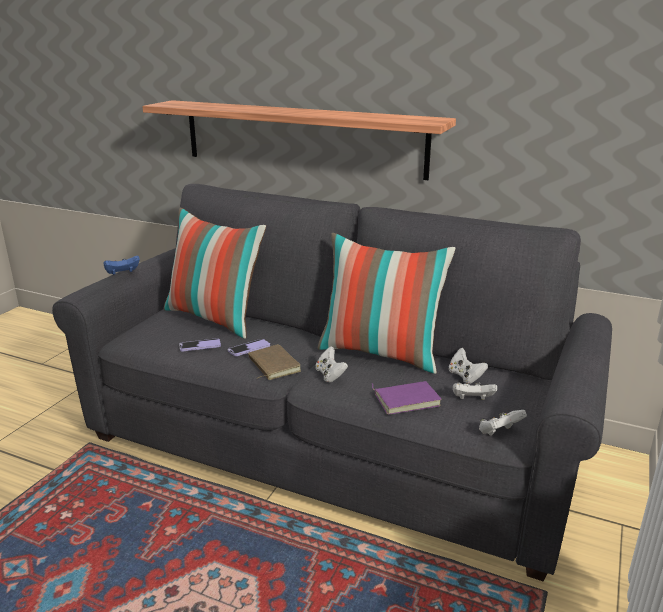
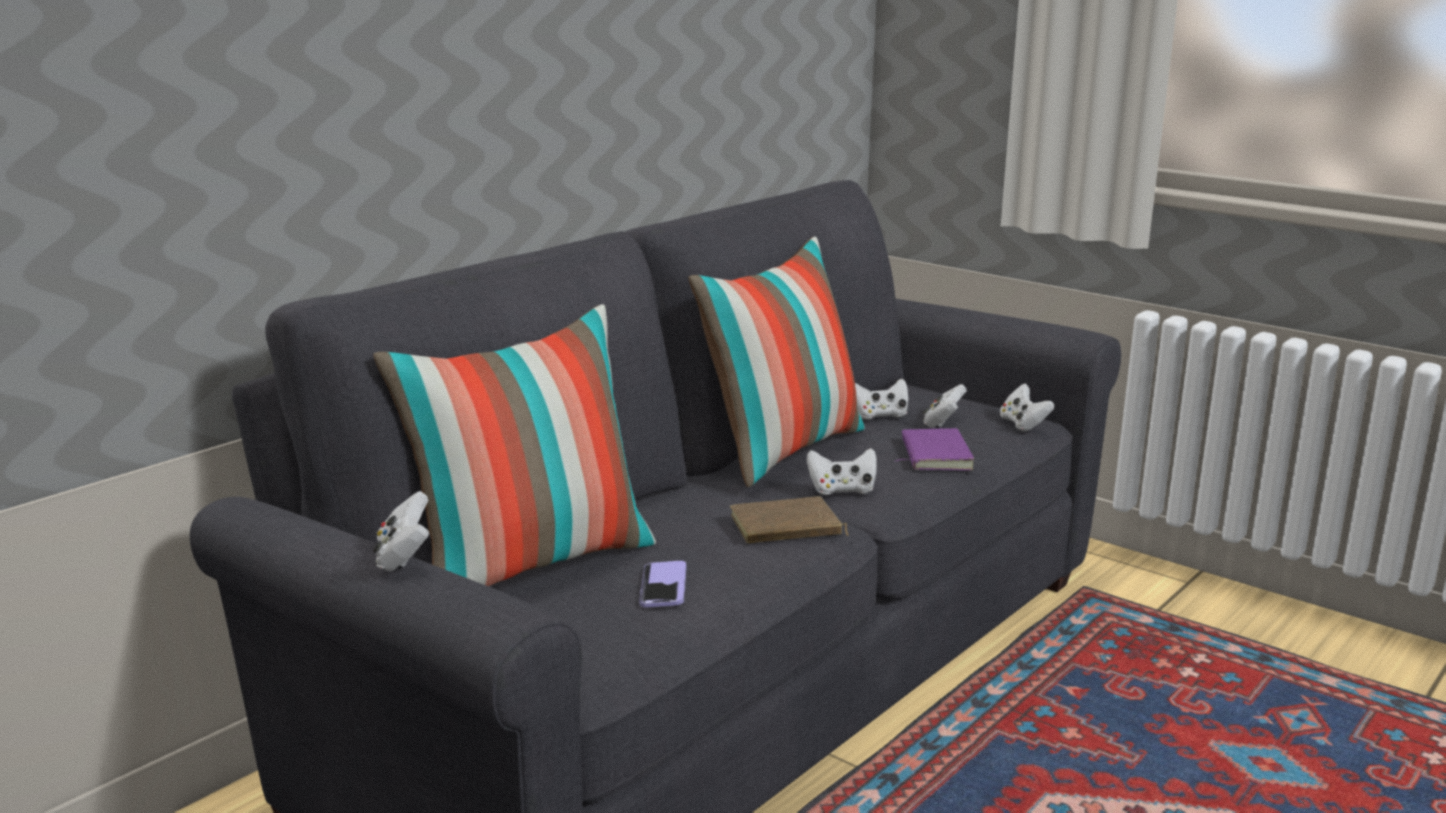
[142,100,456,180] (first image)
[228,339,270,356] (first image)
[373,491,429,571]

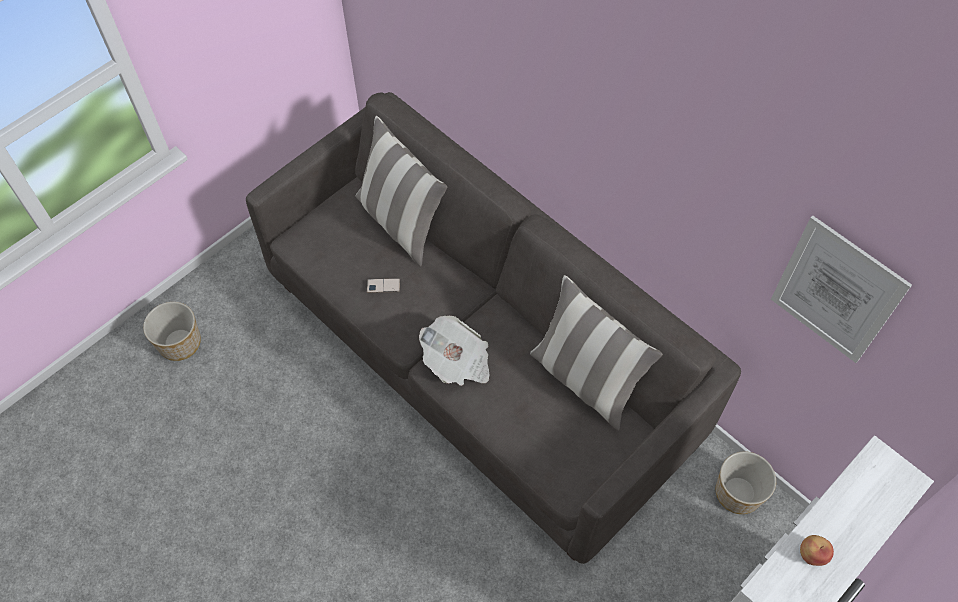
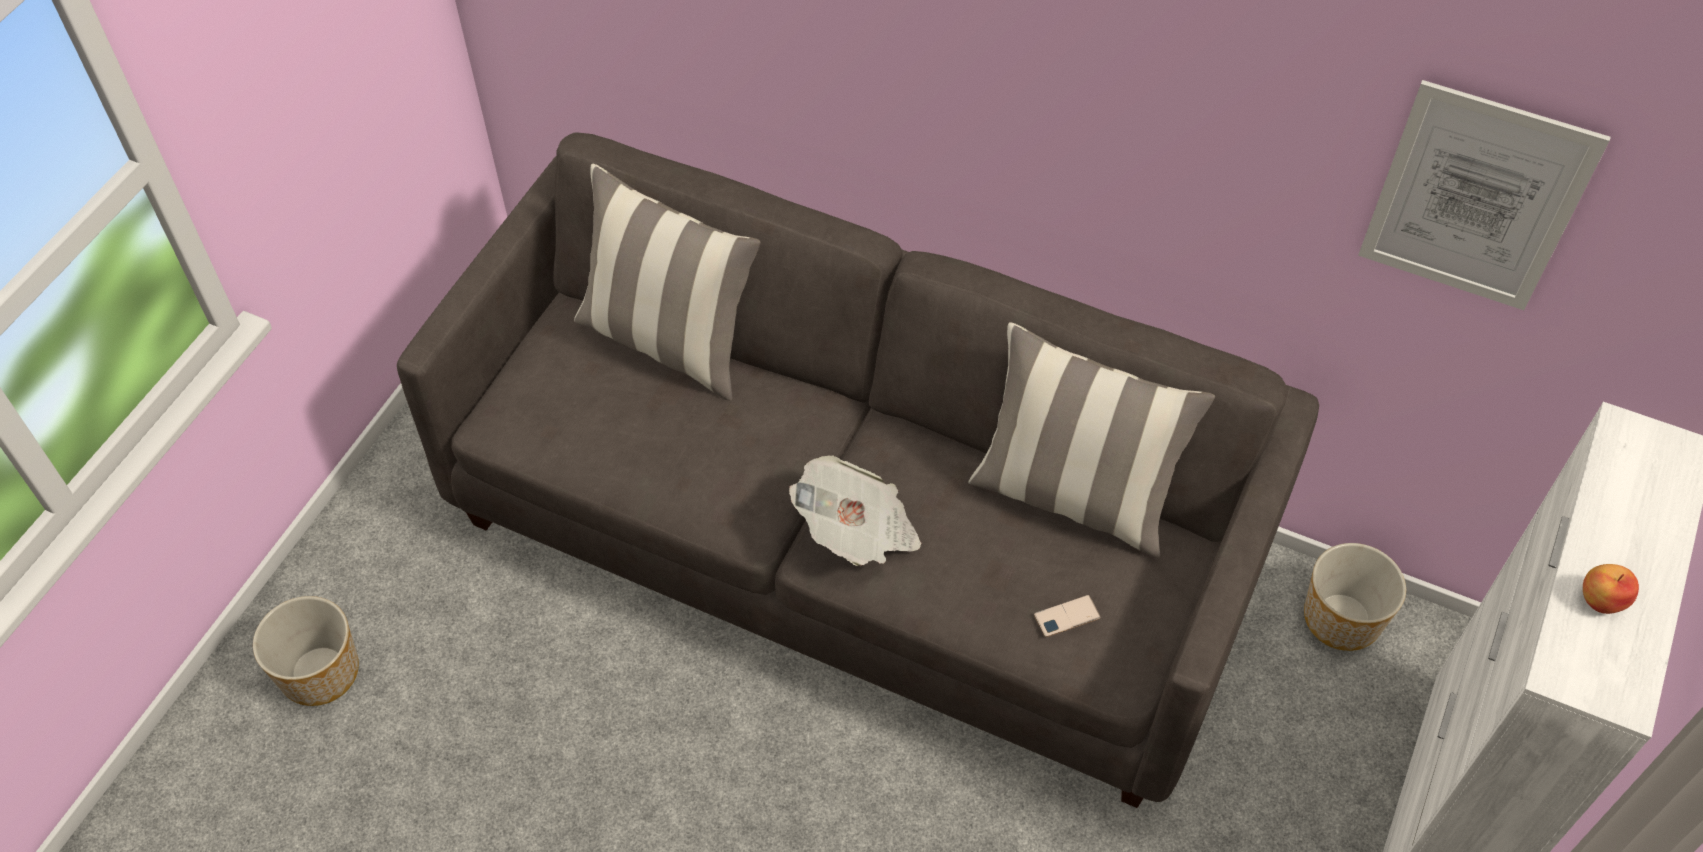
[1034,595,1101,637]

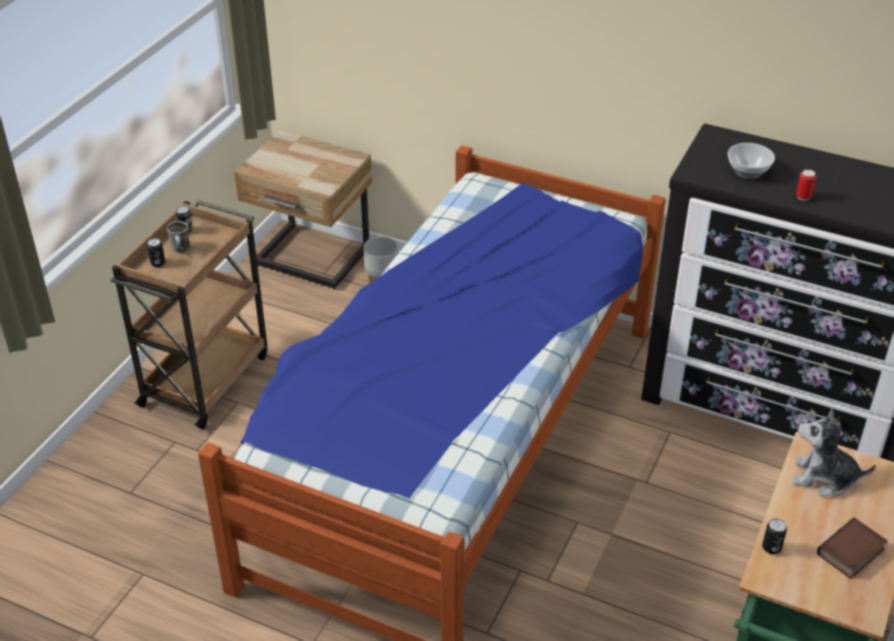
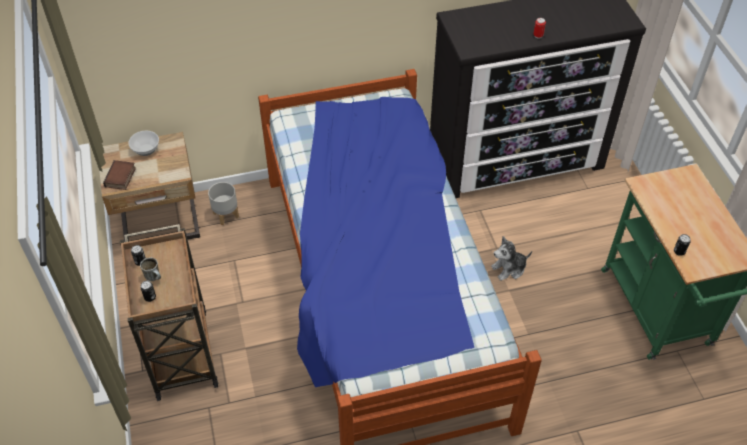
[128,131,159,156]
[491,236,532,281]
[103,160,136,190]

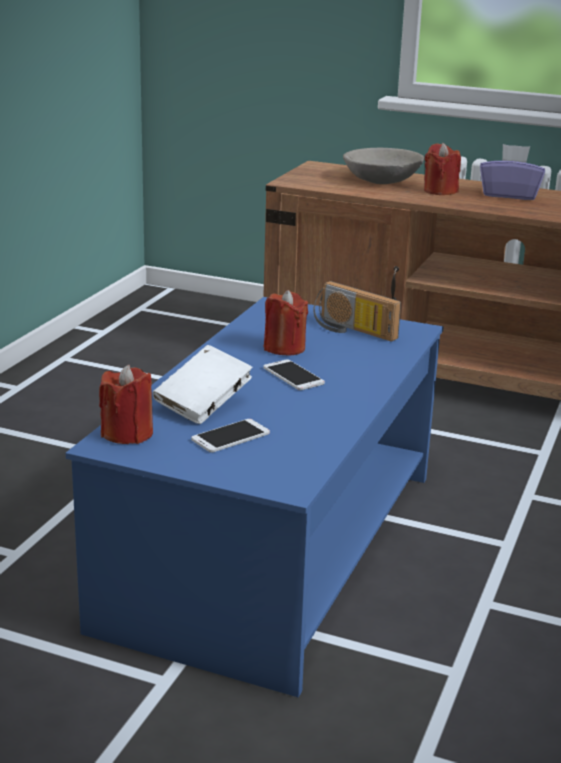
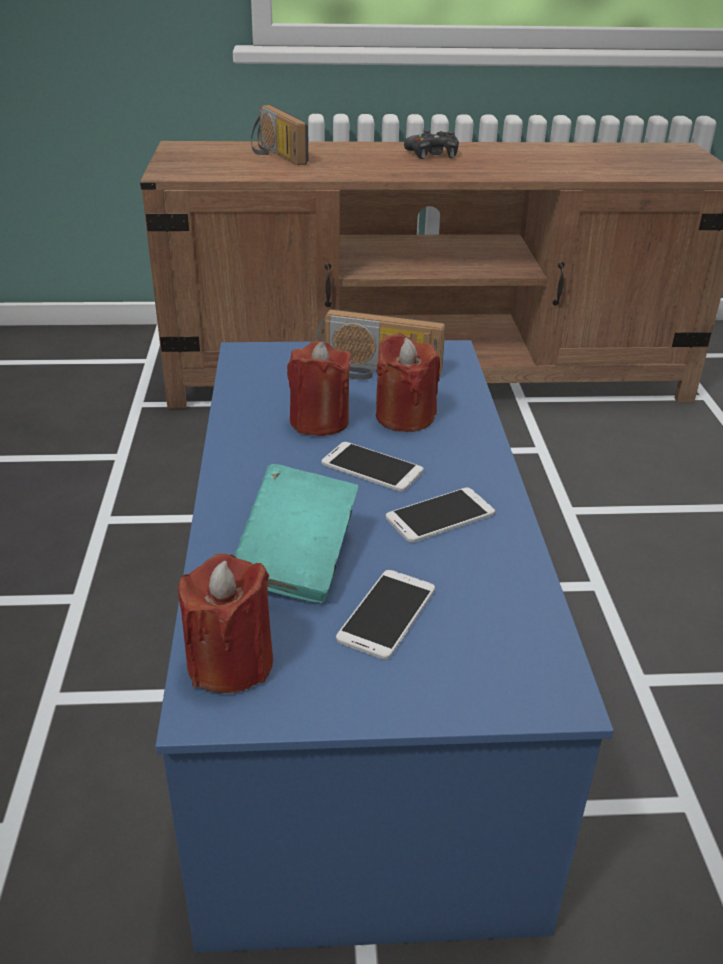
[386,487,495,543]
[376,333,440,432]
[251,105,308,166]
[404,130,459,159]
[234,464,358,603]

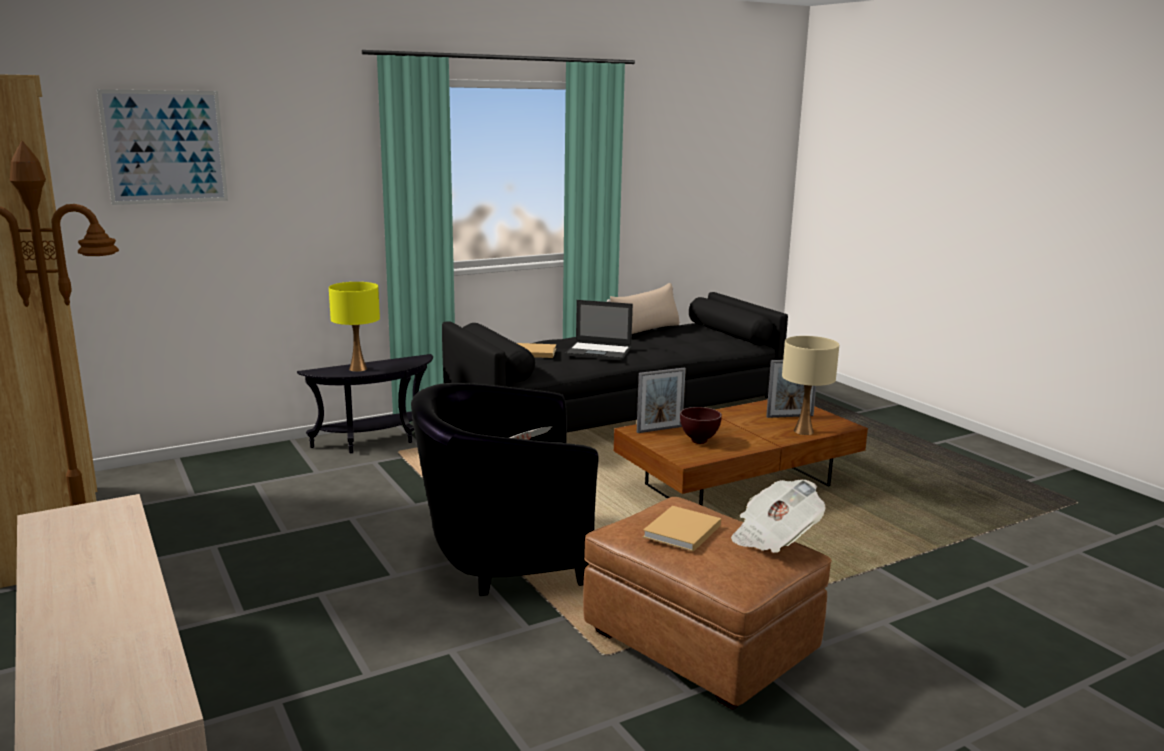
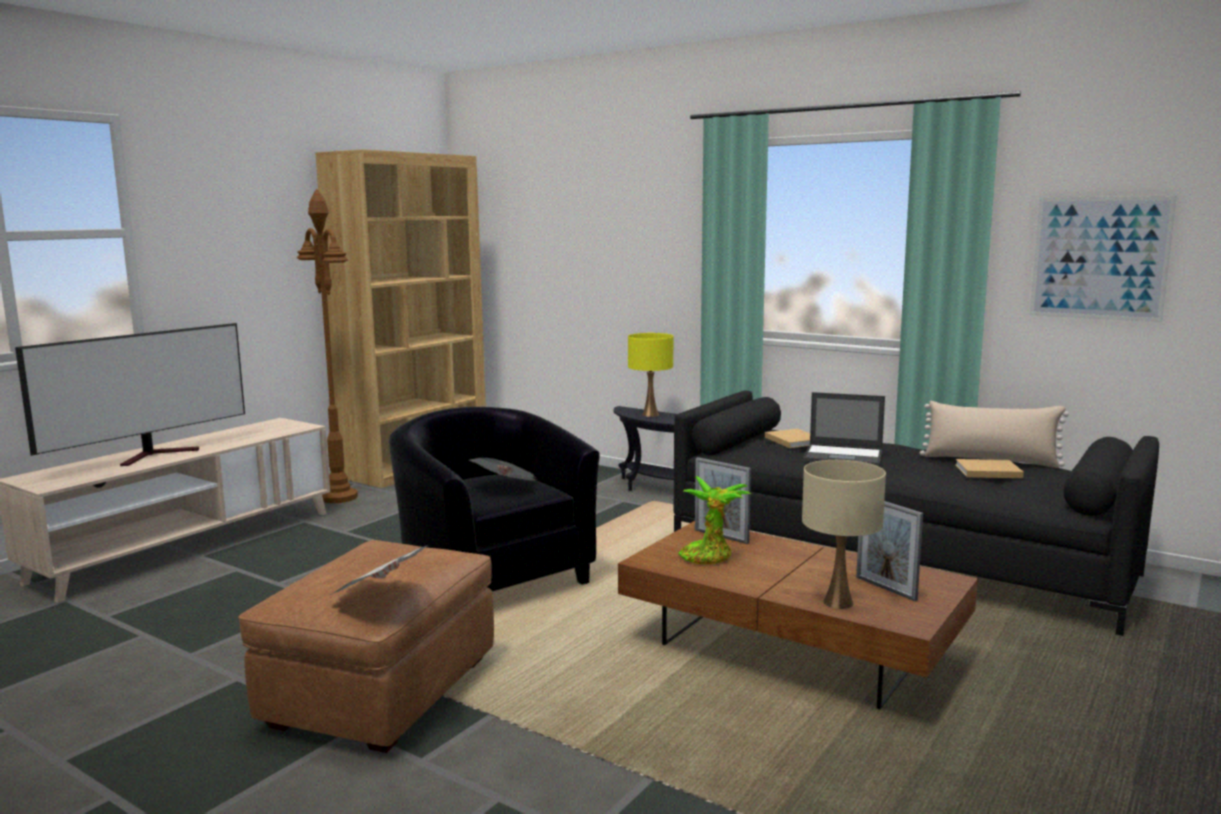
[15,323,245,466]
[1030,196,1177,322]
[955,459,1024,478]
[678,476,751,564]
[803,392,885,466]

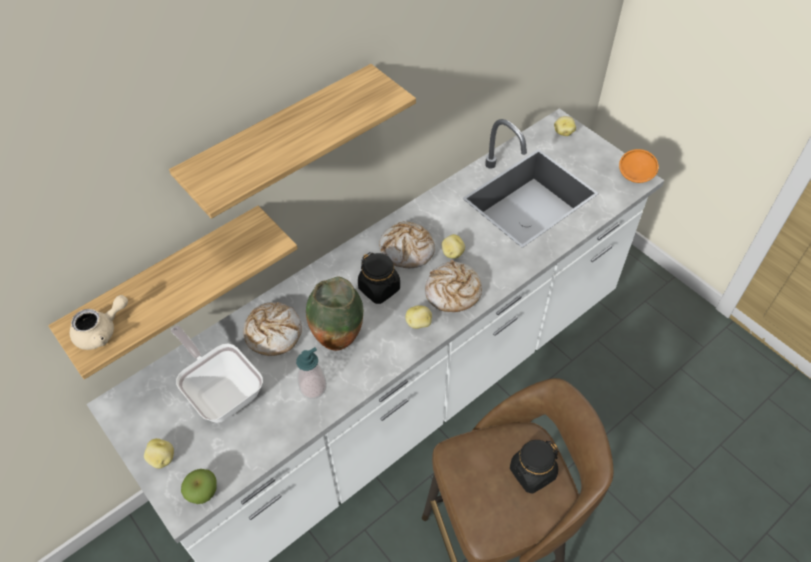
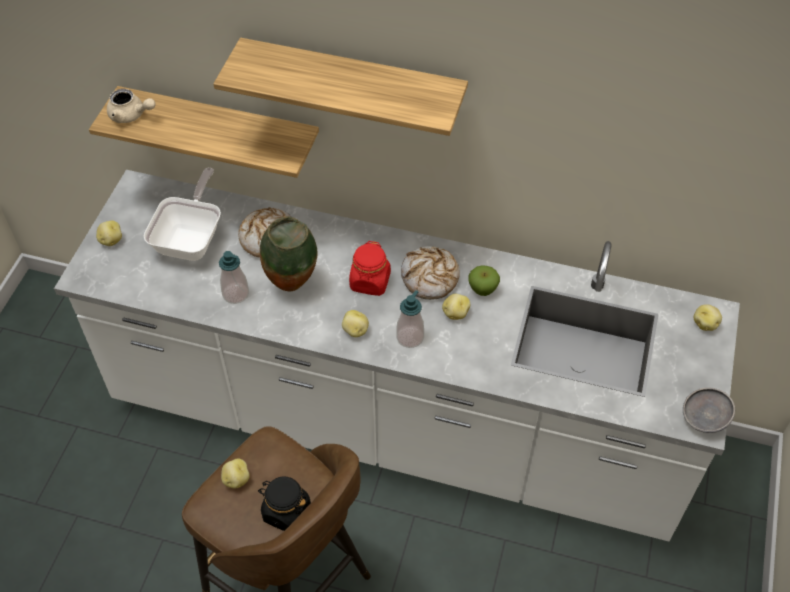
[221,458,250,489]
[468,265,500,296]
[396,290,424,348]
[349,241,391,296]
[683,387,735,433]

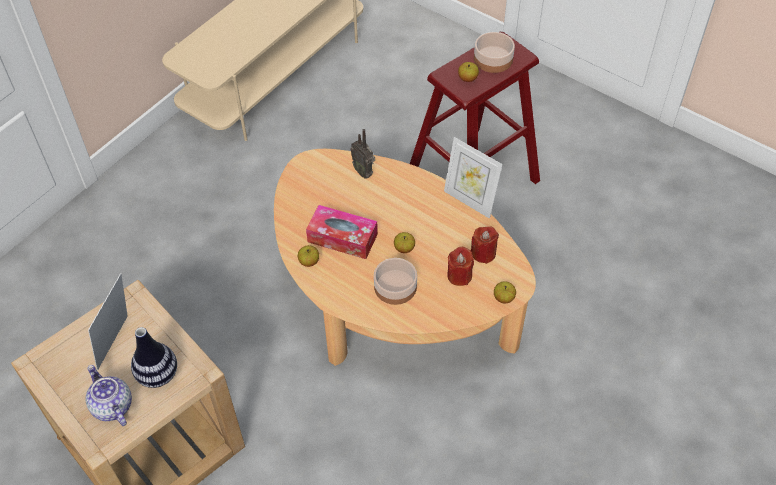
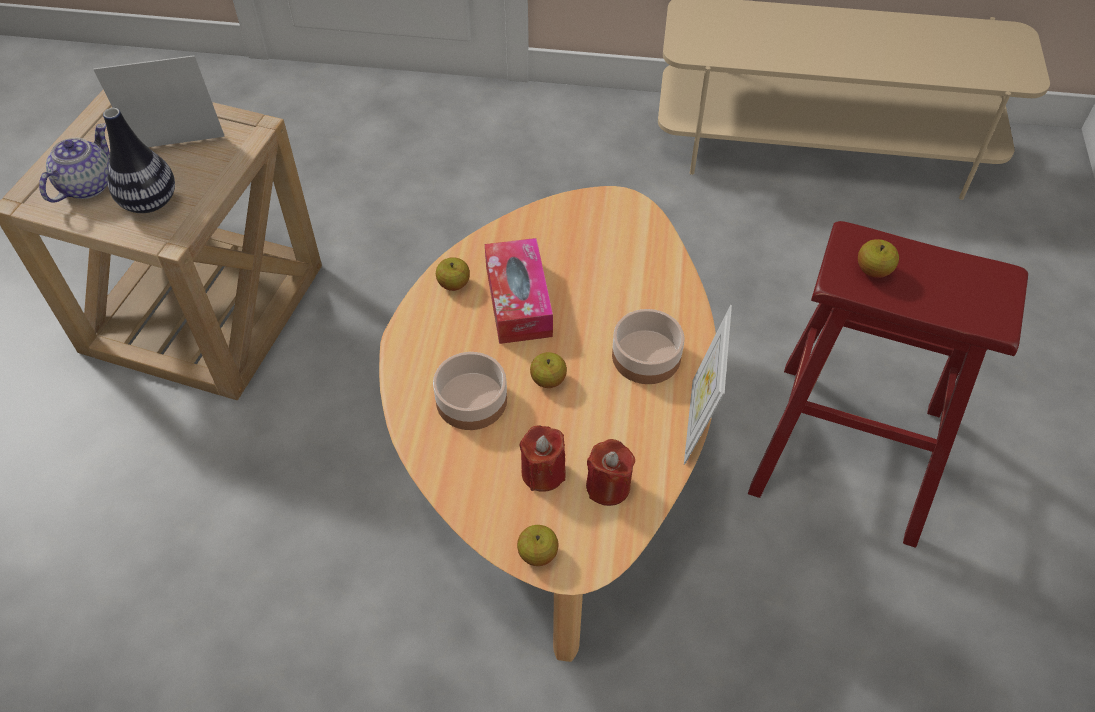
[351,129,375,178] (first image)
[612,309,684,384]

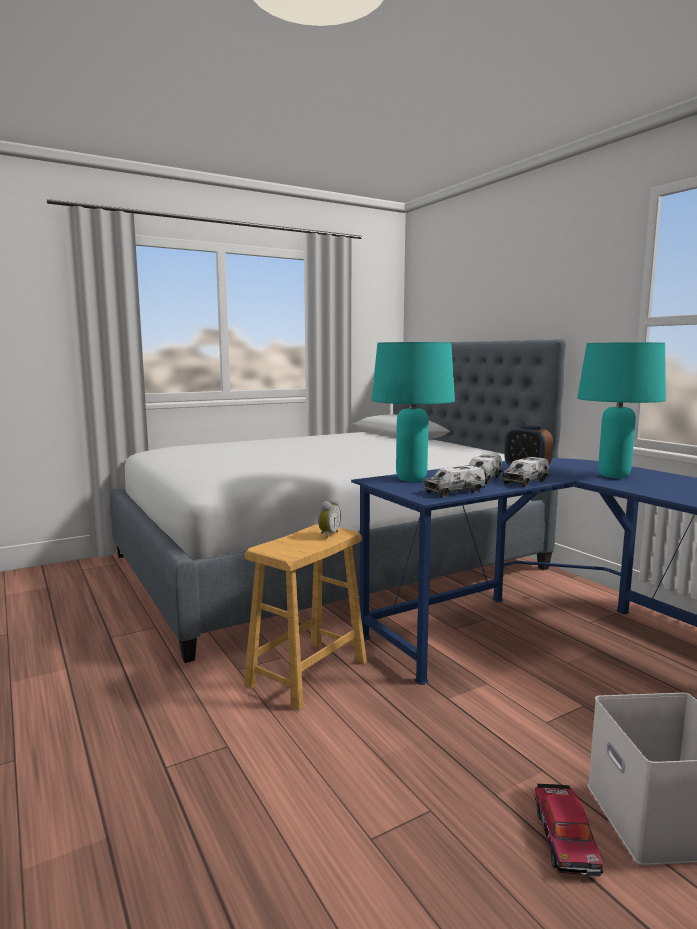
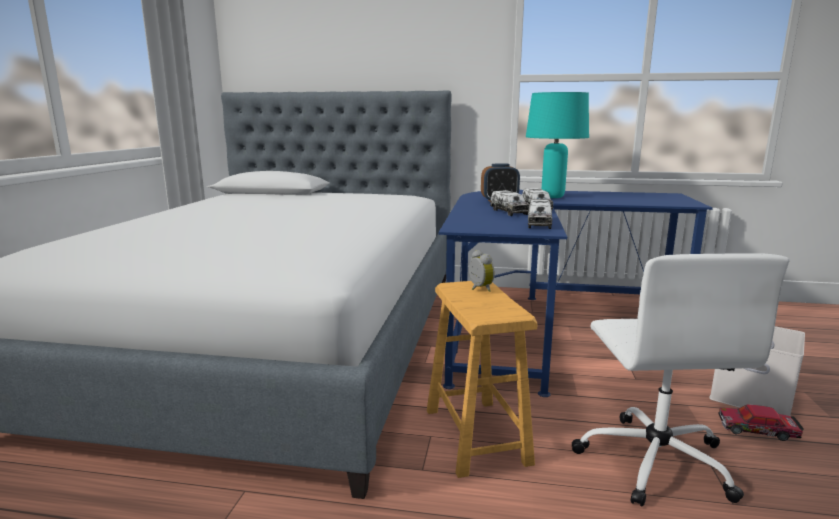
[372,342,455,482] (first image)
[572,253,789,506]
[718,404,804,441]

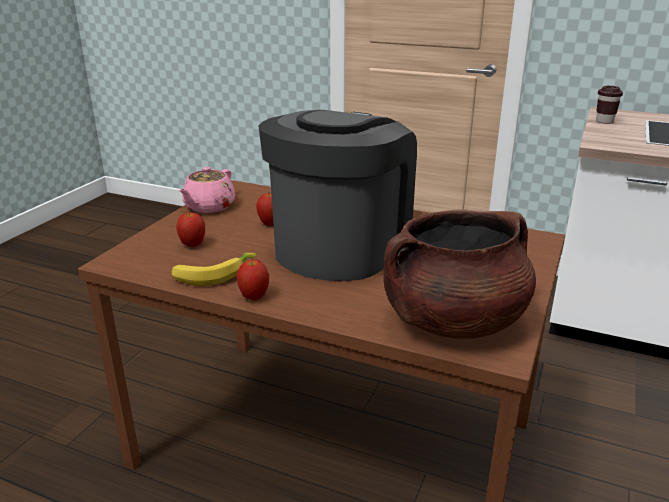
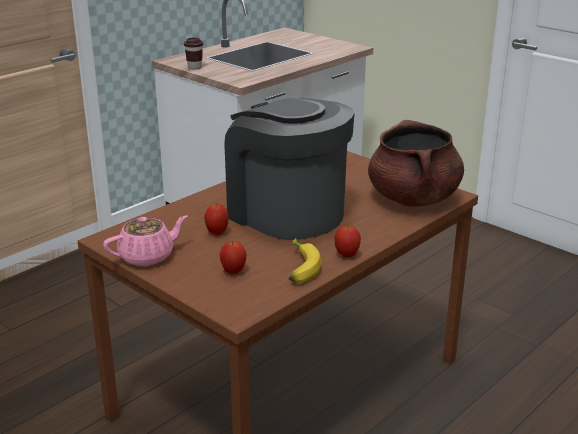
[103,215,188,266]

